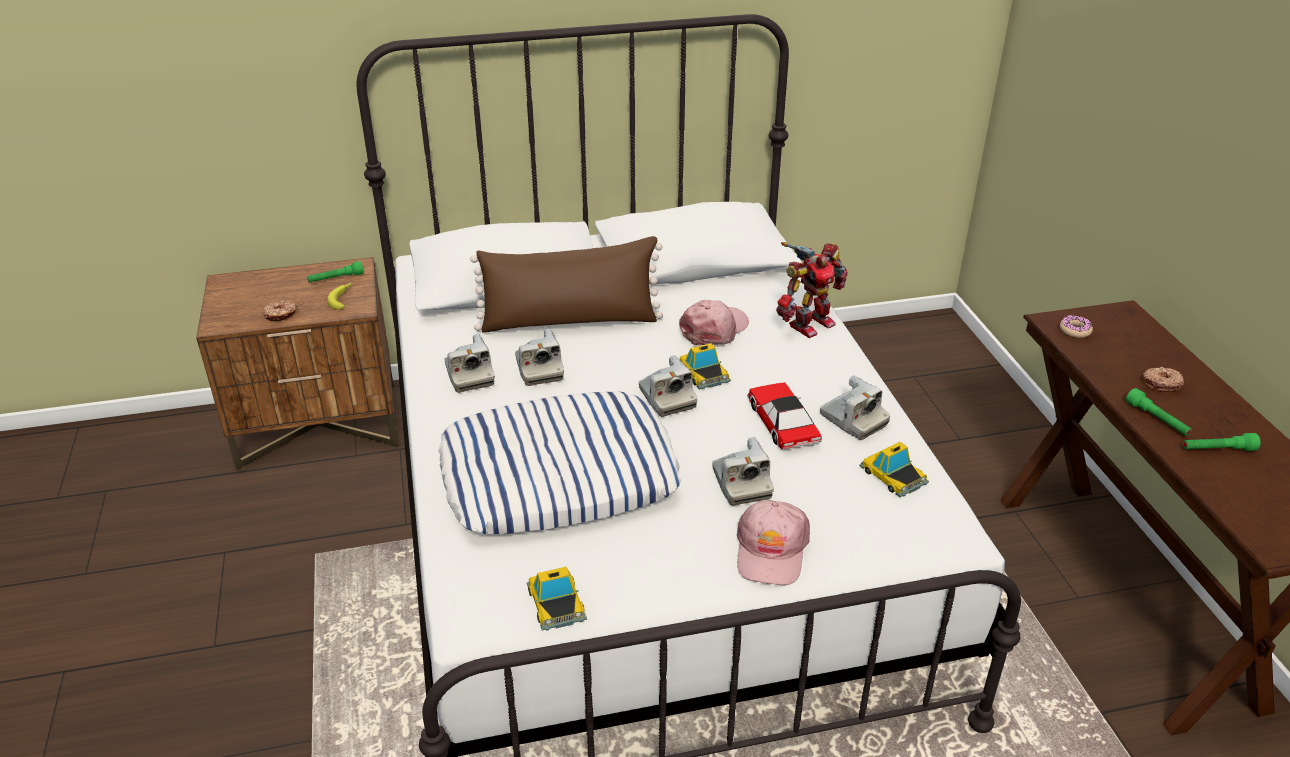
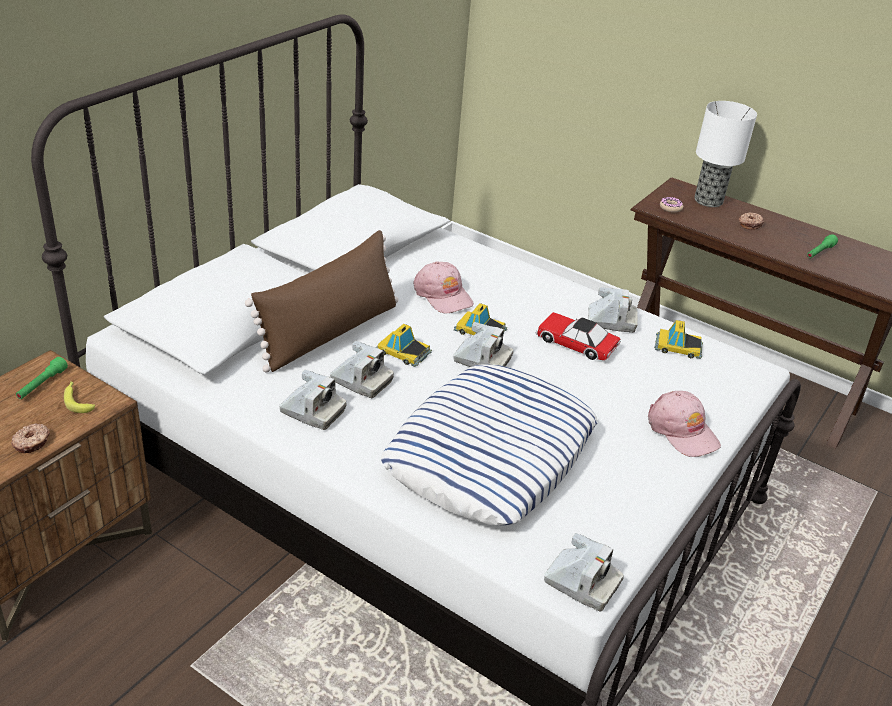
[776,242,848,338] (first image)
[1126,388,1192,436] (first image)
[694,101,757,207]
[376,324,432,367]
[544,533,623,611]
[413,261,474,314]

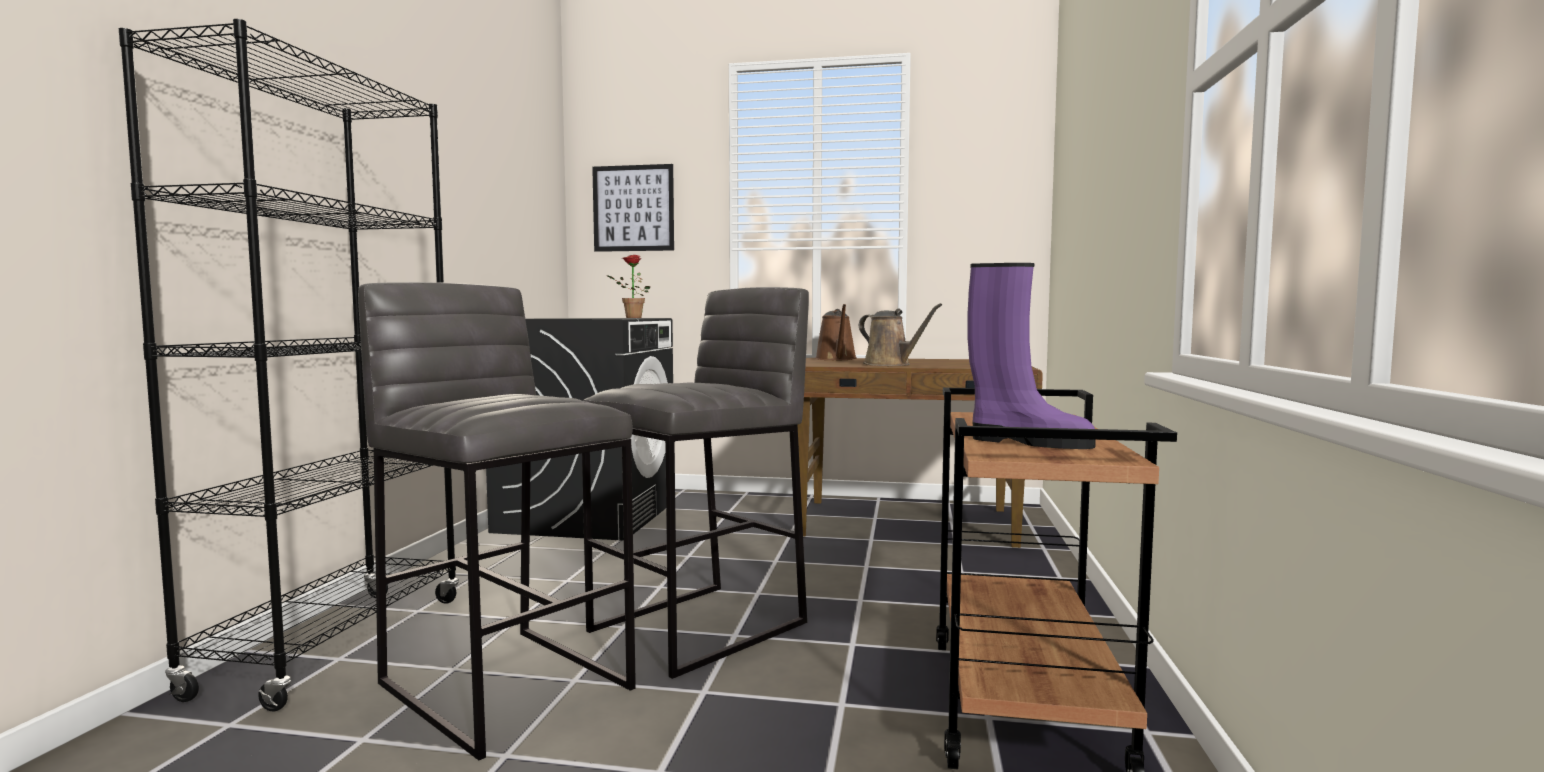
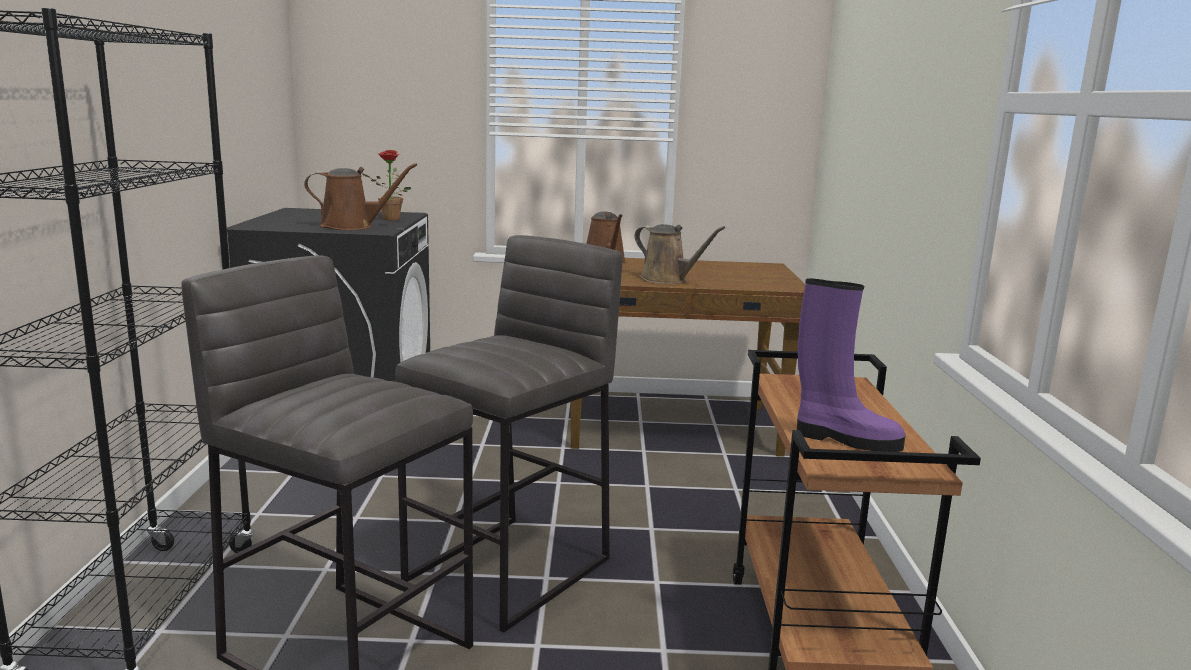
[592,164,674,252] (first image)
[304,163,417,230]

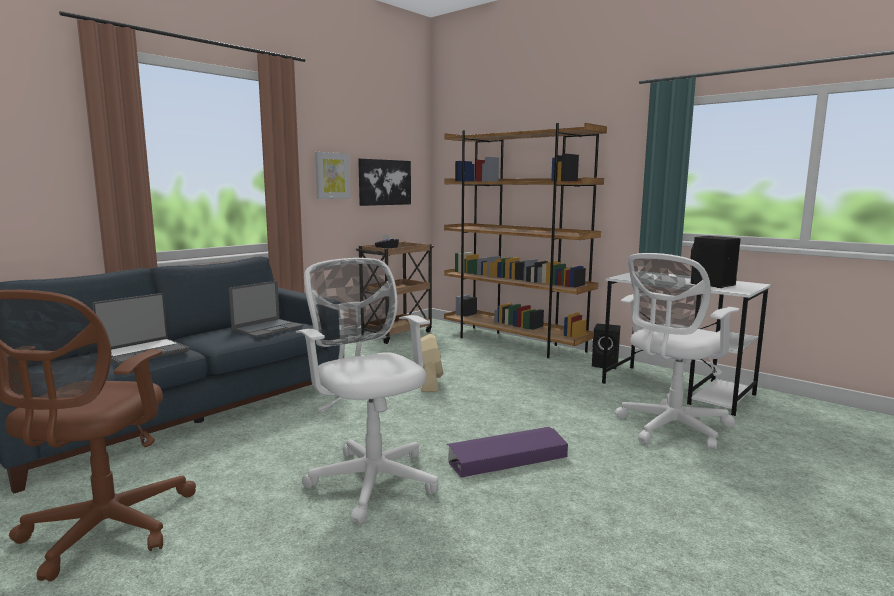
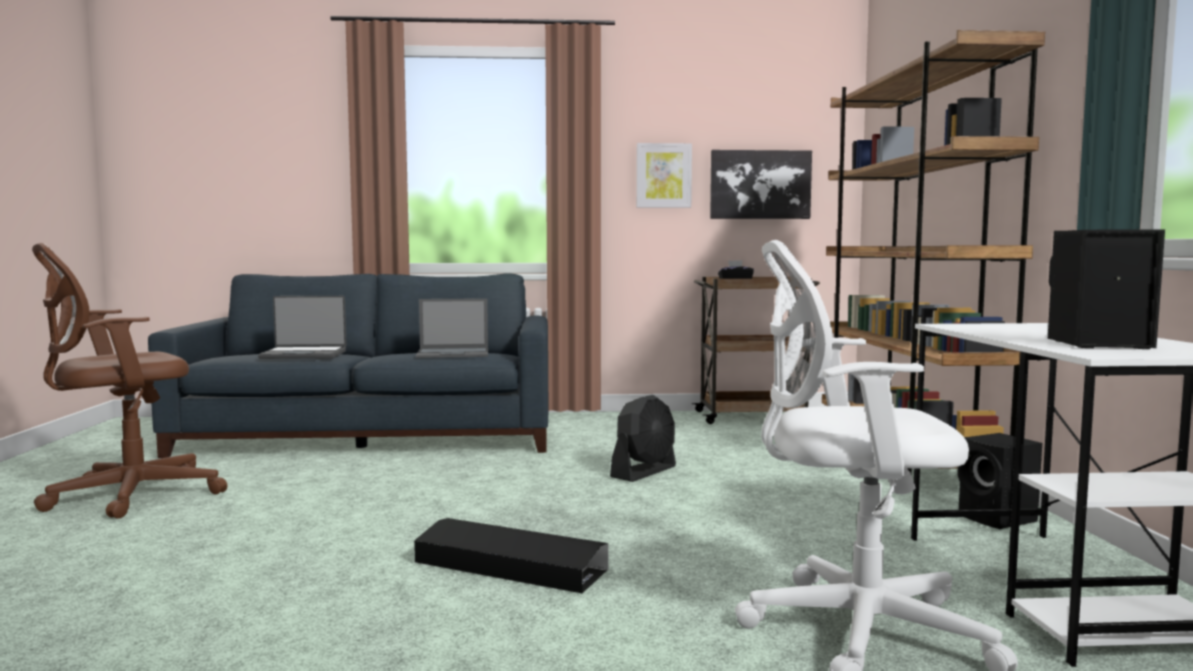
[296,258,439,524] (first image)
[610,395,676,482]
[414,518,608,593]

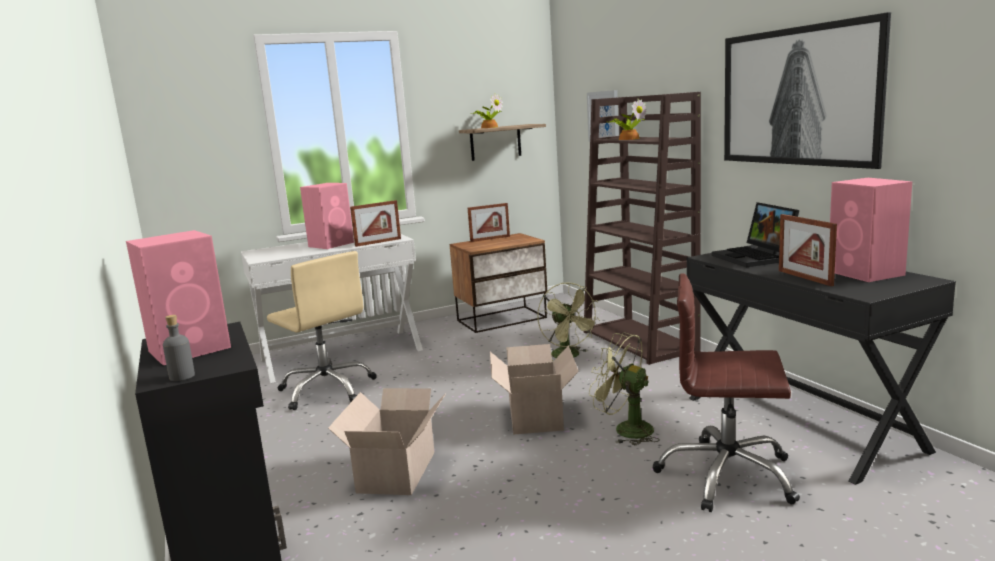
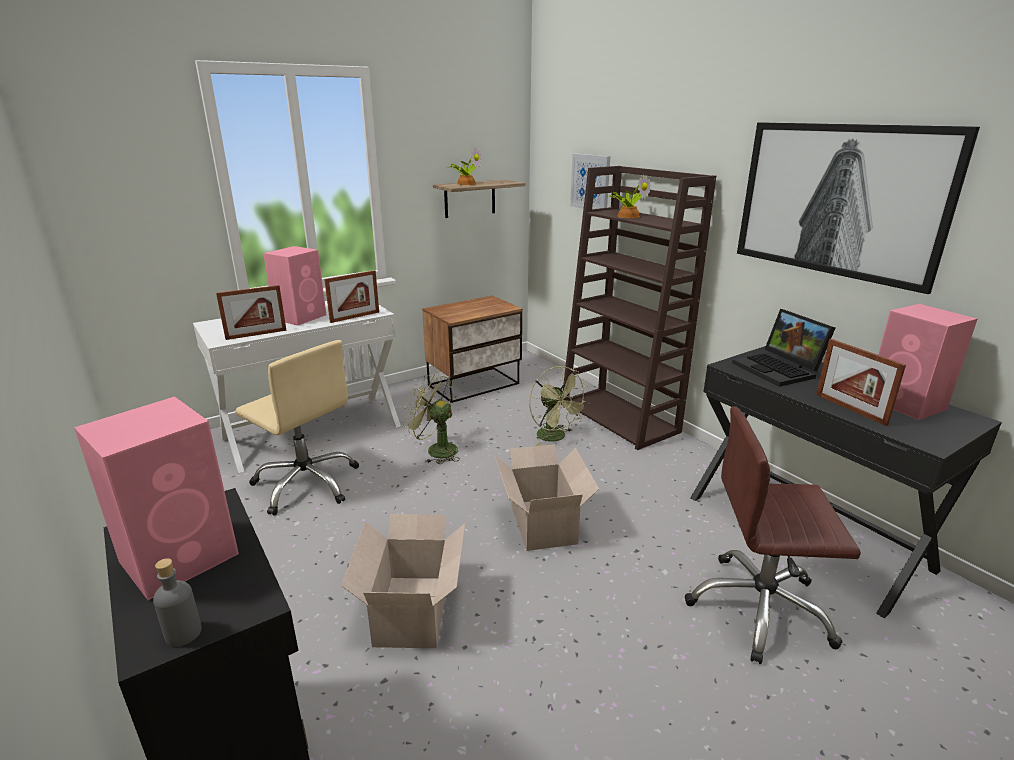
[216,285,287,340]
[403,373,460,464]

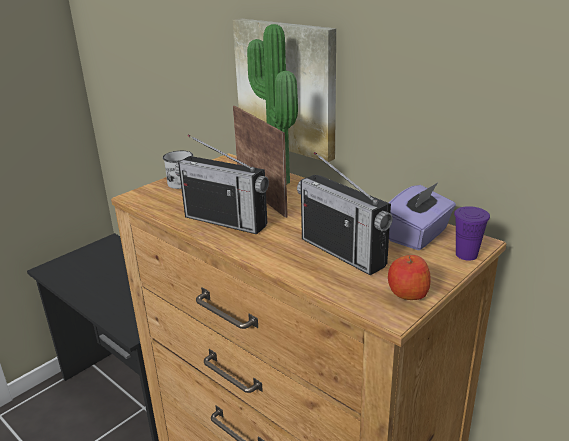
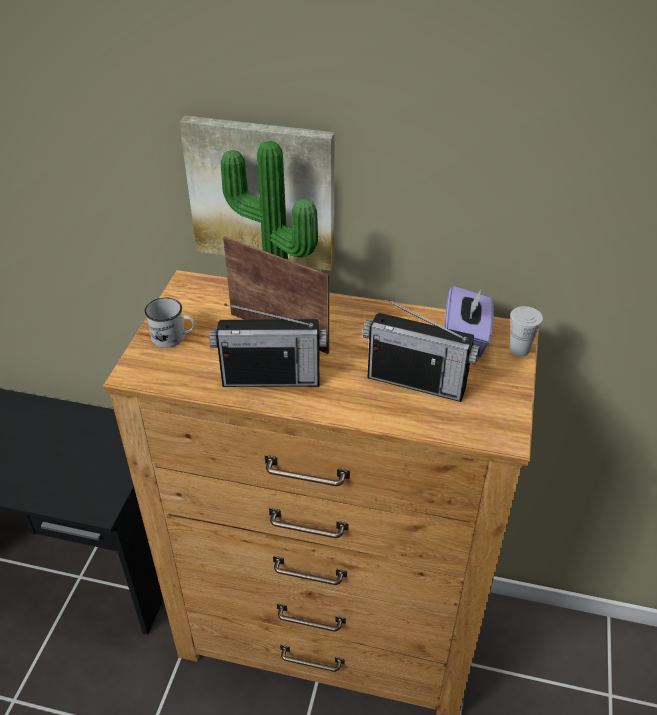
[388,255,431,300] (first image)
[510,306,543,356]

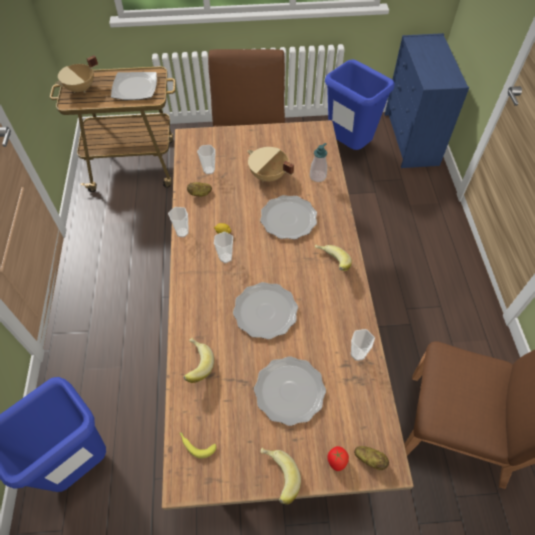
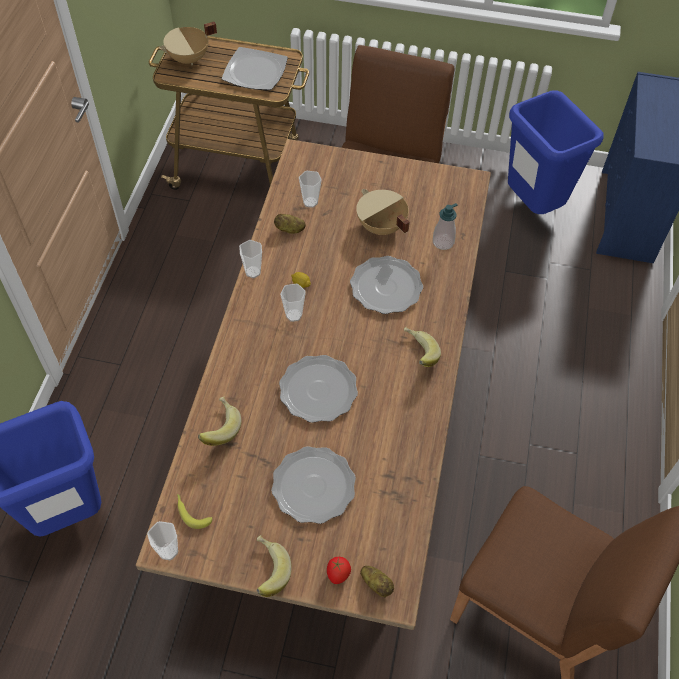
[147,521,178,560]

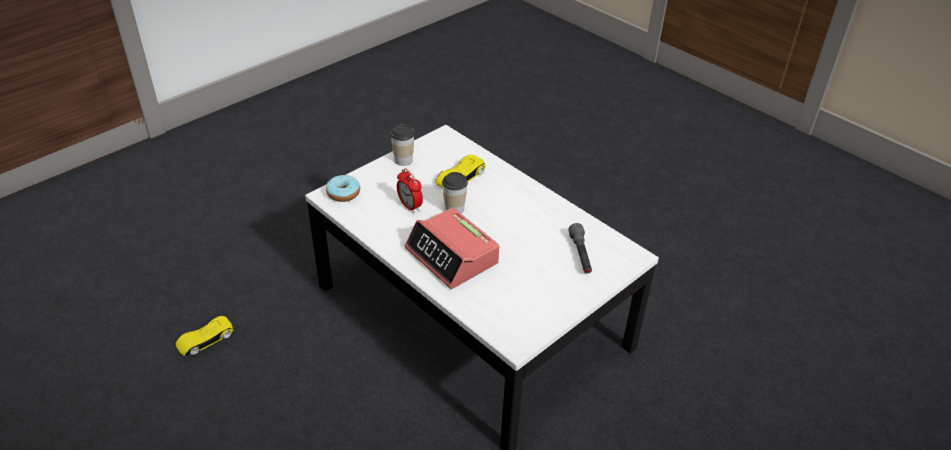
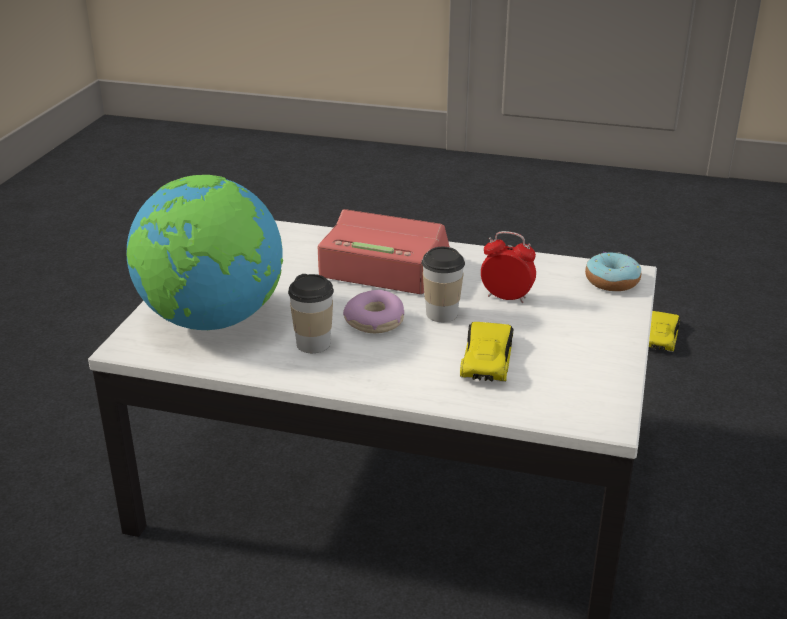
[343,290,404,333]
[288,274,334,353]
[127,175,283,330]

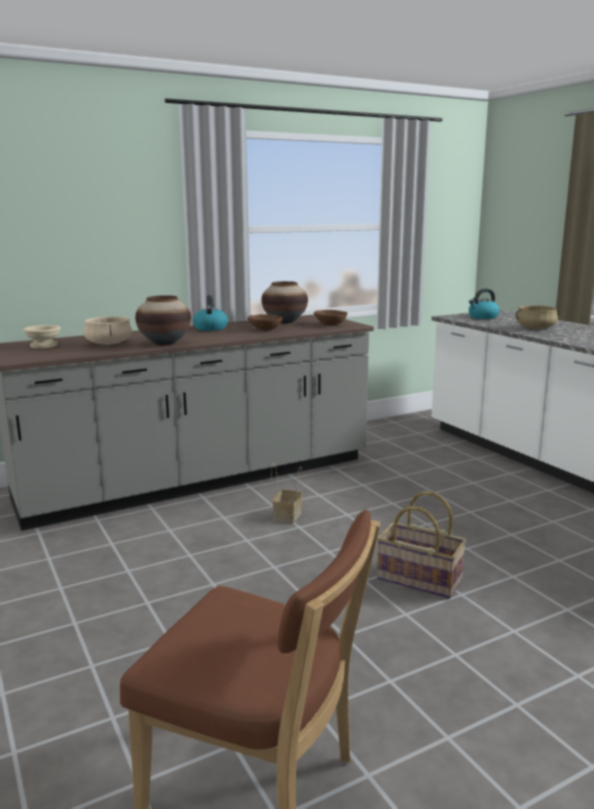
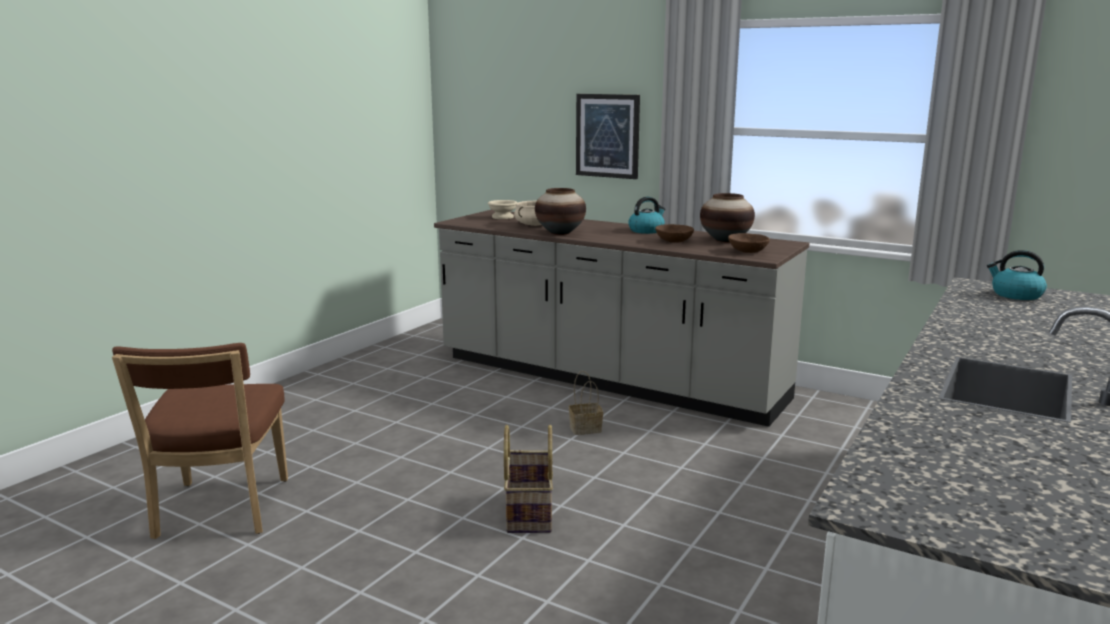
[516,305,560,329] (first image)
[576,94,640,179]

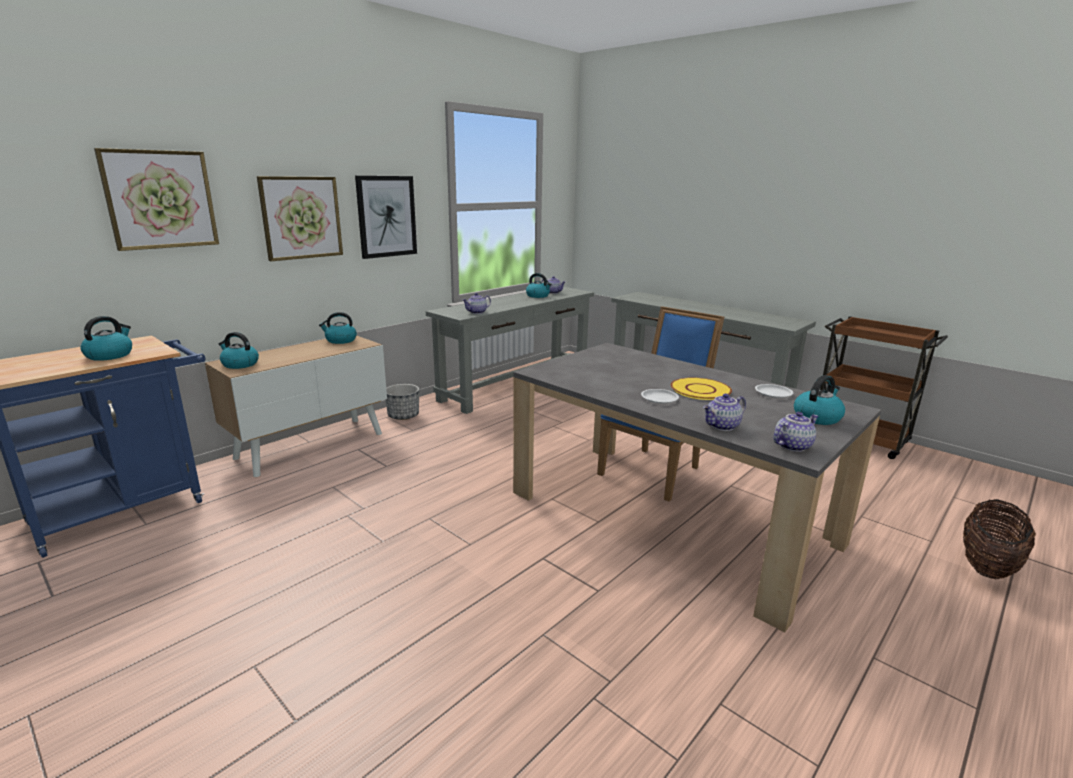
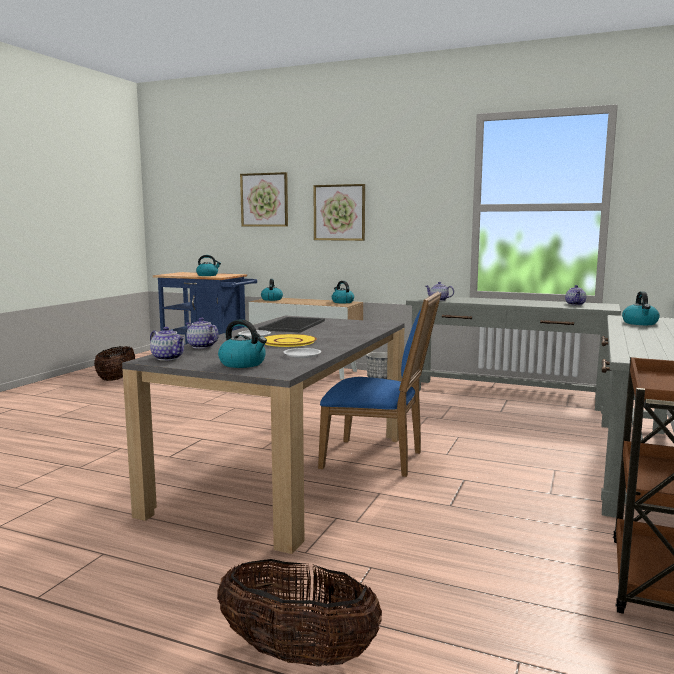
[355,176,417,259] (first image)
[94,346,135,381]
[259,317,325,332]
[622,291,660,325]

